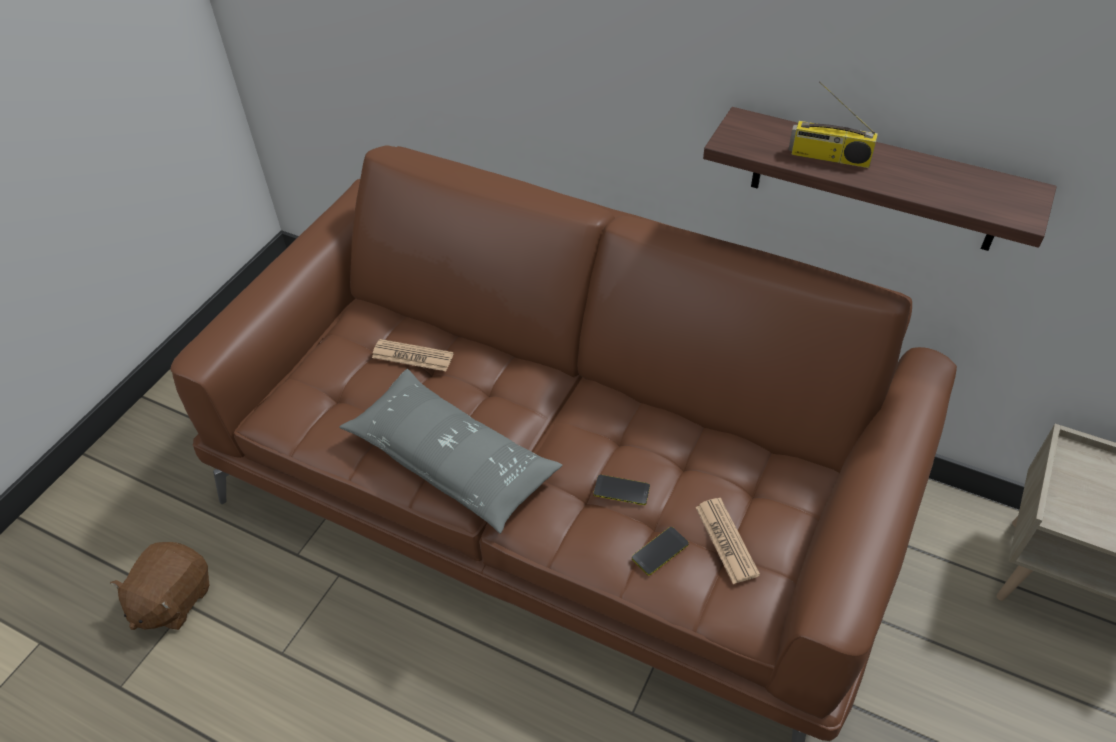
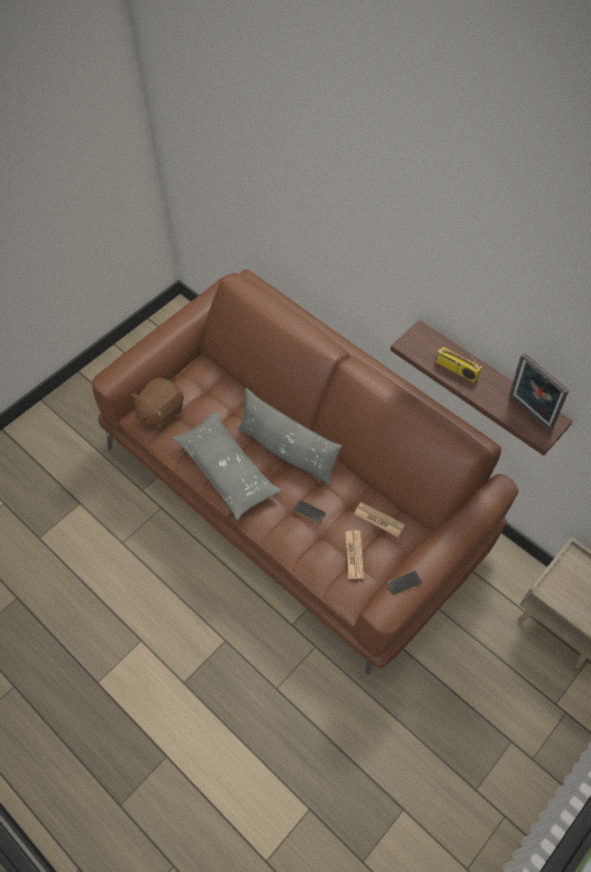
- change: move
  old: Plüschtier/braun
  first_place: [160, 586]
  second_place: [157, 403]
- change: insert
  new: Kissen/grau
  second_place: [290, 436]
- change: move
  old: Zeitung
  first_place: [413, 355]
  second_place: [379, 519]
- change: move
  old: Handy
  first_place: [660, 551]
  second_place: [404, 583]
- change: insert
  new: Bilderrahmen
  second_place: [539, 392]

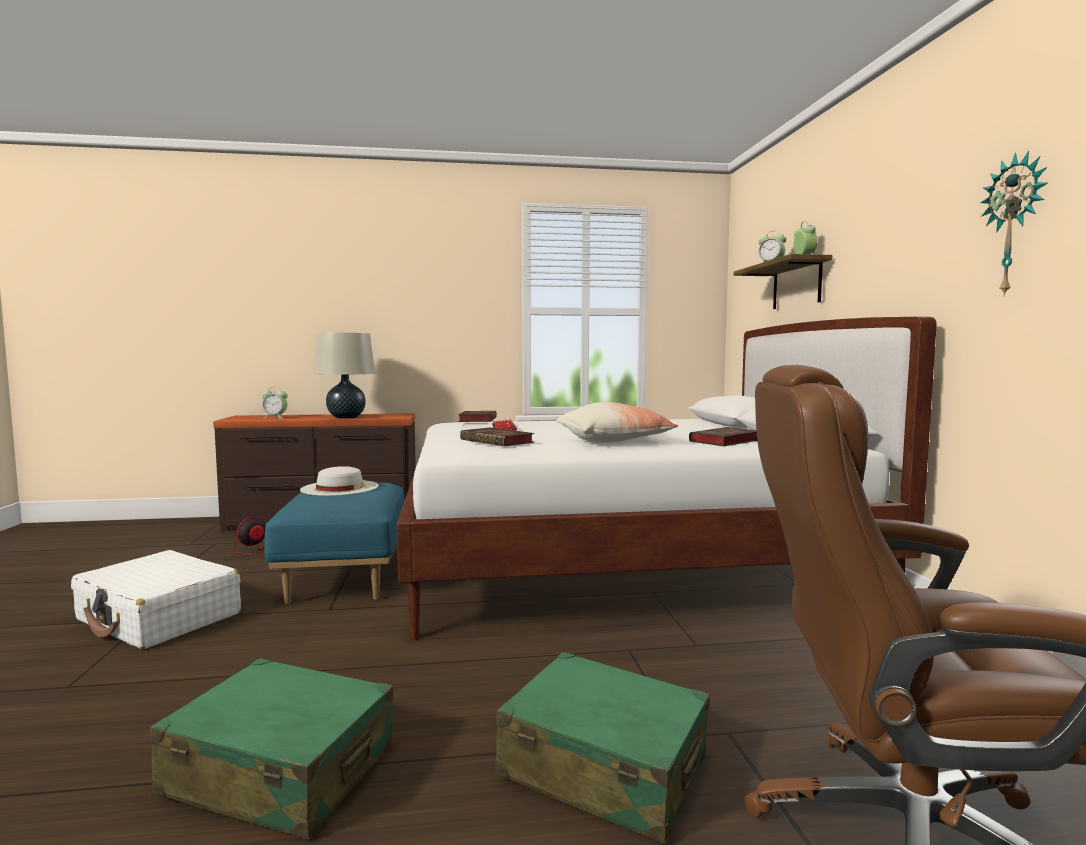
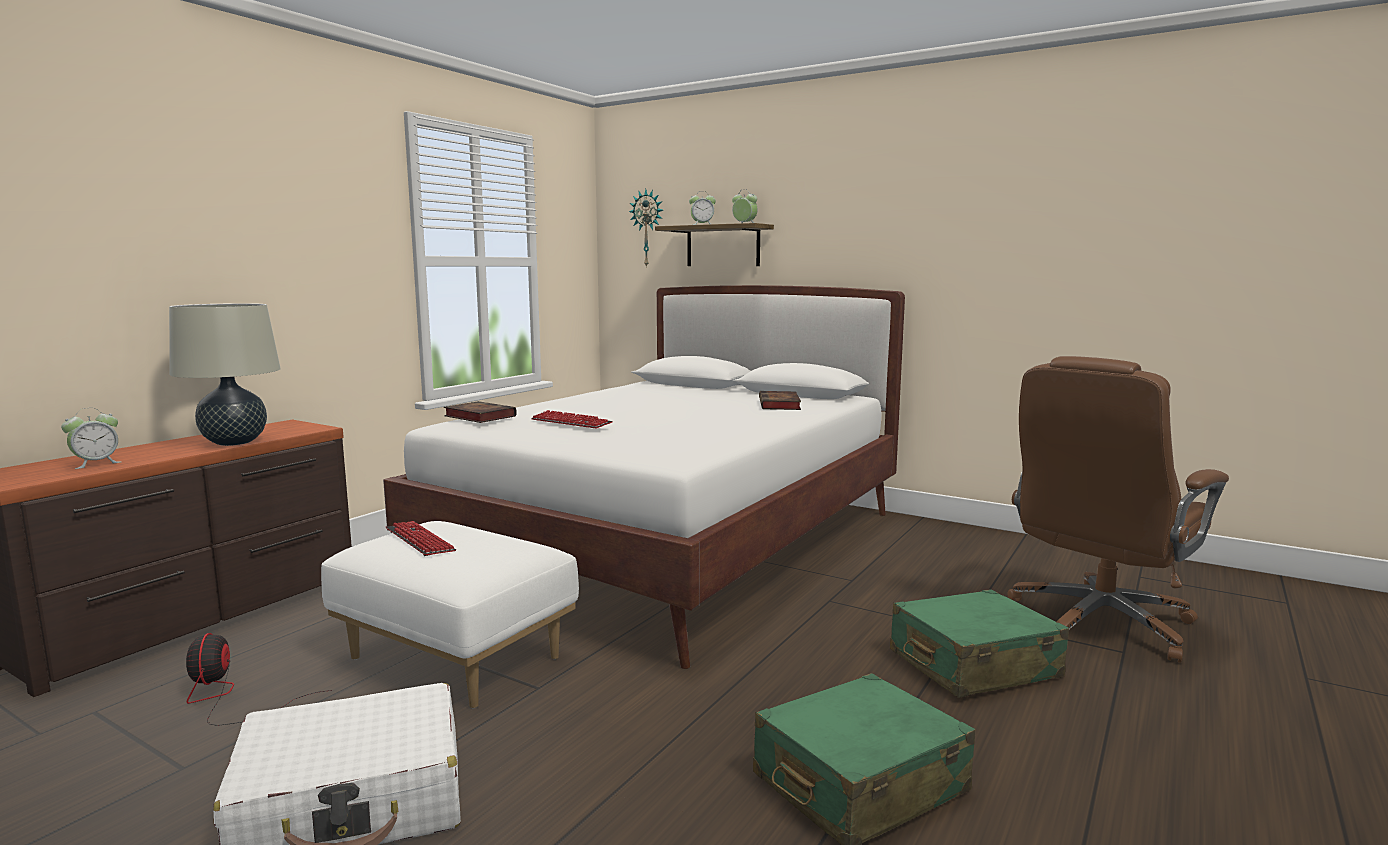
- change: recolor
  old: Polsterhocker/blau
  new: Polsterhocker/weiß
  first_place: [334, 543]
  second_place: [450, 614]
- change: replace
  old: Hut/weiß
  new: Tastatur
  first_place: [339, 481]
  second_place: [421, 538]
- change: move
  old: Wanduhr
  first_place: [1014, 223]
  second_place: [646, 228]
- change: delete
  old: Buch
  first_place: [497, 436]
- change: delete
  old: Kissen
  first_place: [617, 422]

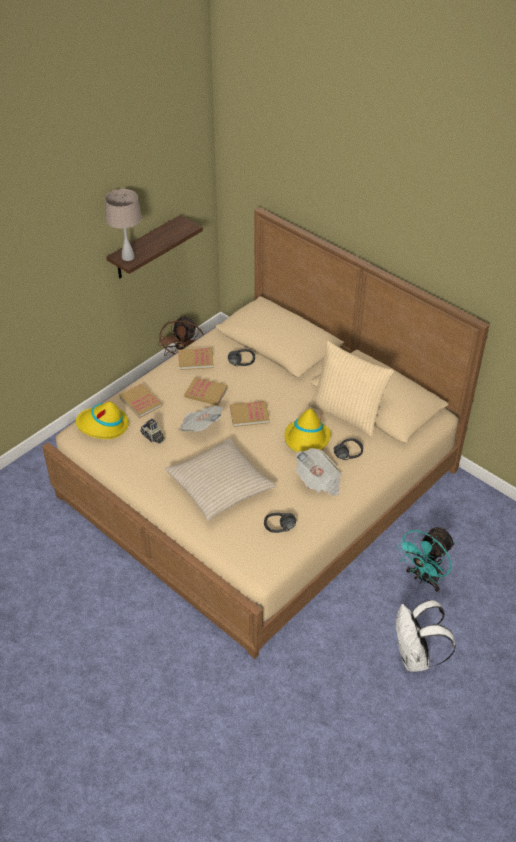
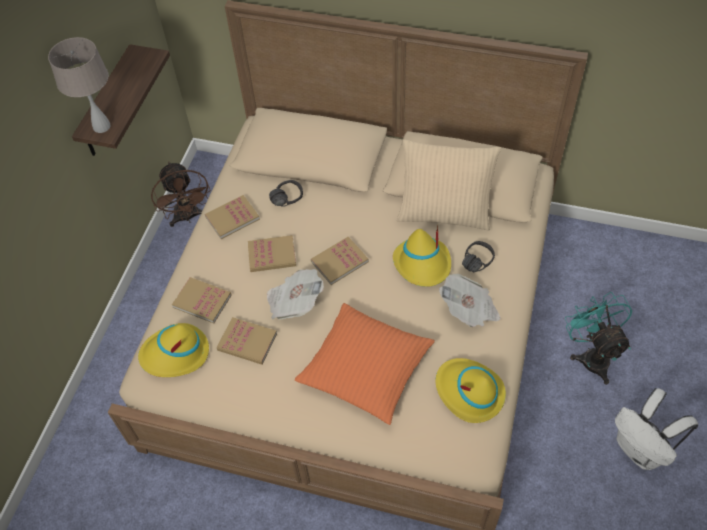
- change: replace
  old: Kamera
  new: Buch
  first_place: [152, 431]
  second_place: [247, 341]
- change: recolor
  old: Kissen/beige
  new: Kissen/orange
  first_place: [220, 479]
  second_place: [365, 364]
- change: replace
  old: Kopfhörer/schwarz
  new: Hut/gelb
  first_place: [280, 523]
  second_place: [471, 390]
- change: rotate
  old: Ventilator/türkis
  first_place: [425, 559]
  second_place: [598, 338]
  degrees: 150

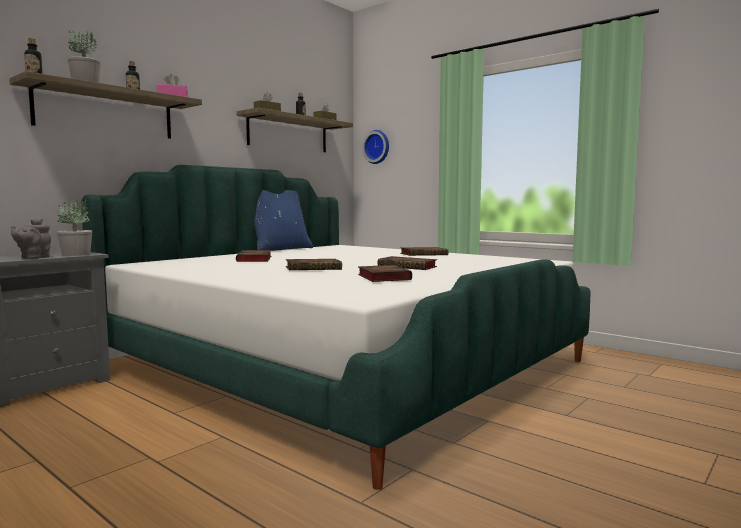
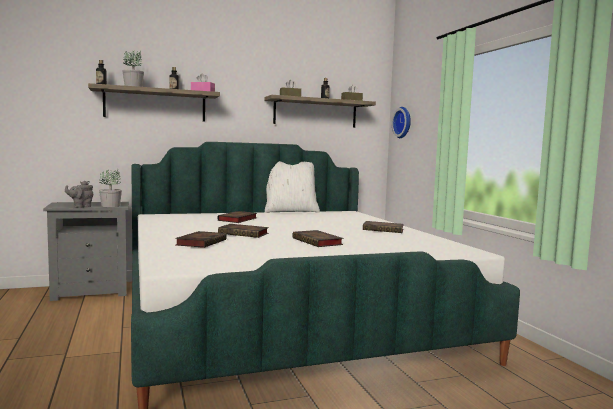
- change: move
  old: Buch
  first_place: [385, 273]
  second_place: [201, 239]
- change: recolor
  old: Kissen/blau
  new: Kissen/weiß
  first_place: [283, 220]
  second_place: [292, 187]

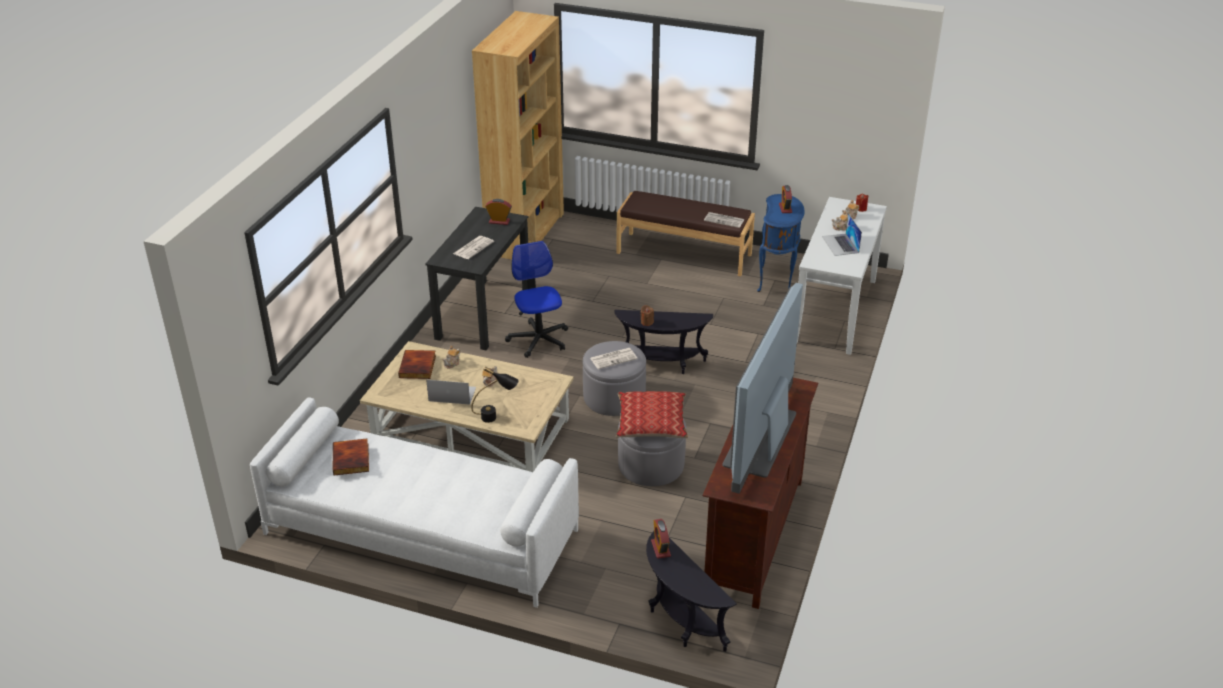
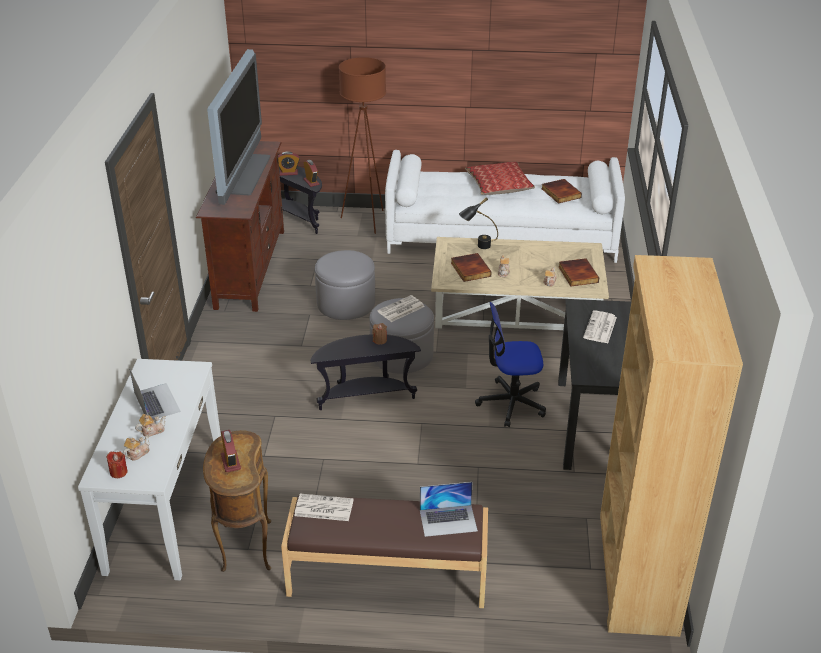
- change: recolor
  old: Beistelltisch/blau
  new: Beistelltisch/braun
  first_place: [781, 243]
  second_place: [237, 501]
- change: move
  old: Wecker
  first_place: [499, 212]
  second_place: [289, 163]
- change: insert
  new: Stehlampe/braun
  second_place: [362, 145]
- change: move
  old: Laptop
  first_place: [451, 392]
  second_place: [449, 509]
- change: insert
  new: Buch
  second_place: [471, 267]
- change: move
  old: Kissen
  first_place: [652, 414]
  second_place: [500, 178]
- change: rotate
  old: Bürostuhl
  first_place: [536, 299]
  second_place: [510, 364]
  degrees: 120

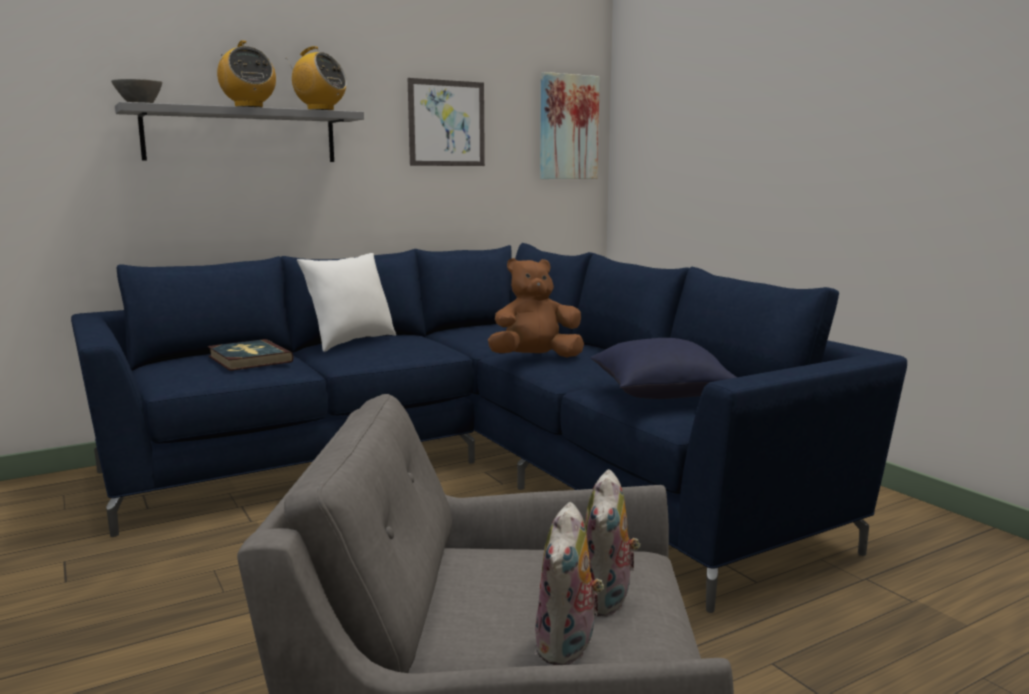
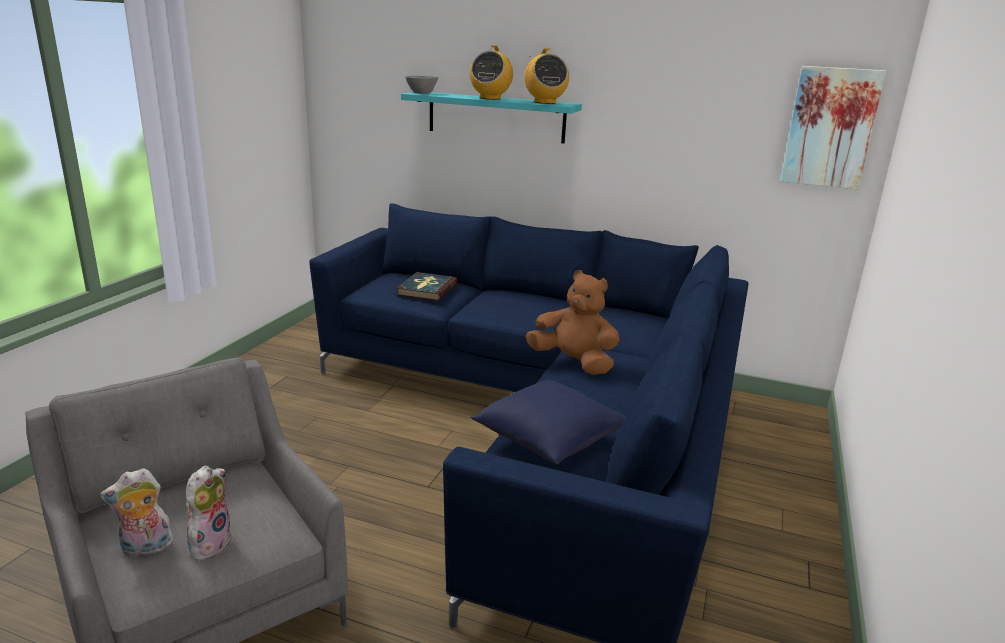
- change: rotate
  old: Plüschtier
  first_place: [612, 543]
  second_place: [209, 513]
  degrees: 135
- change: recolor
  old: Wandregal/grau
  new: Wandregal/türkis
  first_place: [239, 132]
  second_place: [491, 118]
- change: delete
  old: Kissen/weiß
  first_place: [346, 302]
- change: delete
  old: Bild
  first_place: [446, 122]

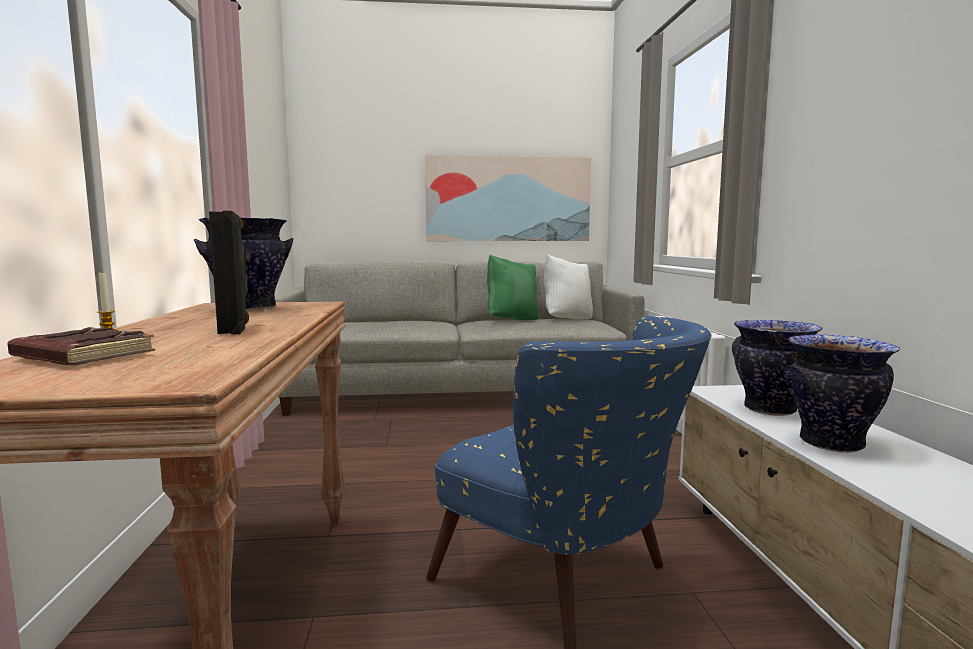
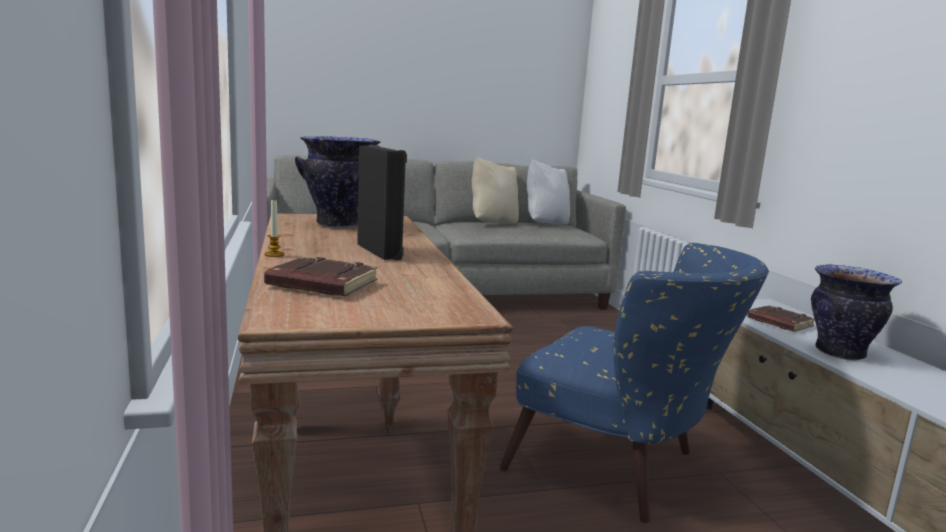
- change: recolor
  old: Kissen/grün
  new: Kissen/beige
  first_place: [513, 287]
  second_place: [495, 190]
- change: replace
  old: Vase
  new: Buch/braun
  first_place: [777, 368]
  second_place: [781, 318]
- change: delete
  old: Bild
  first_place: [508, 198]

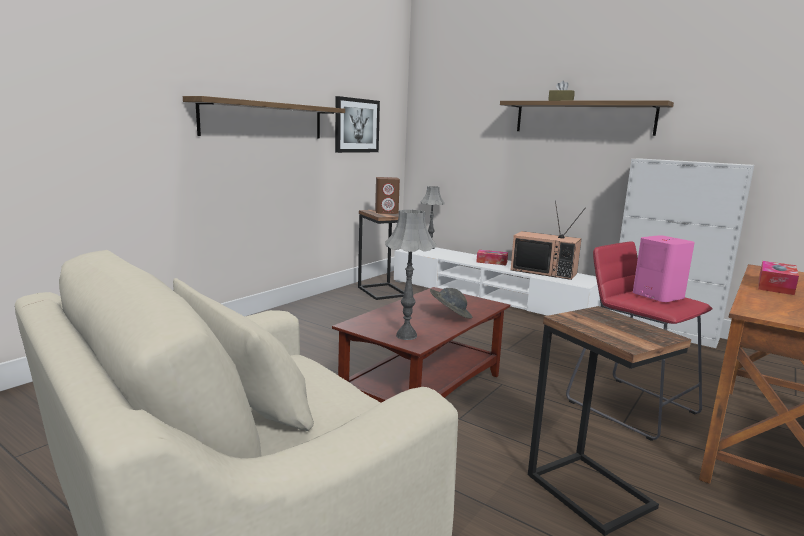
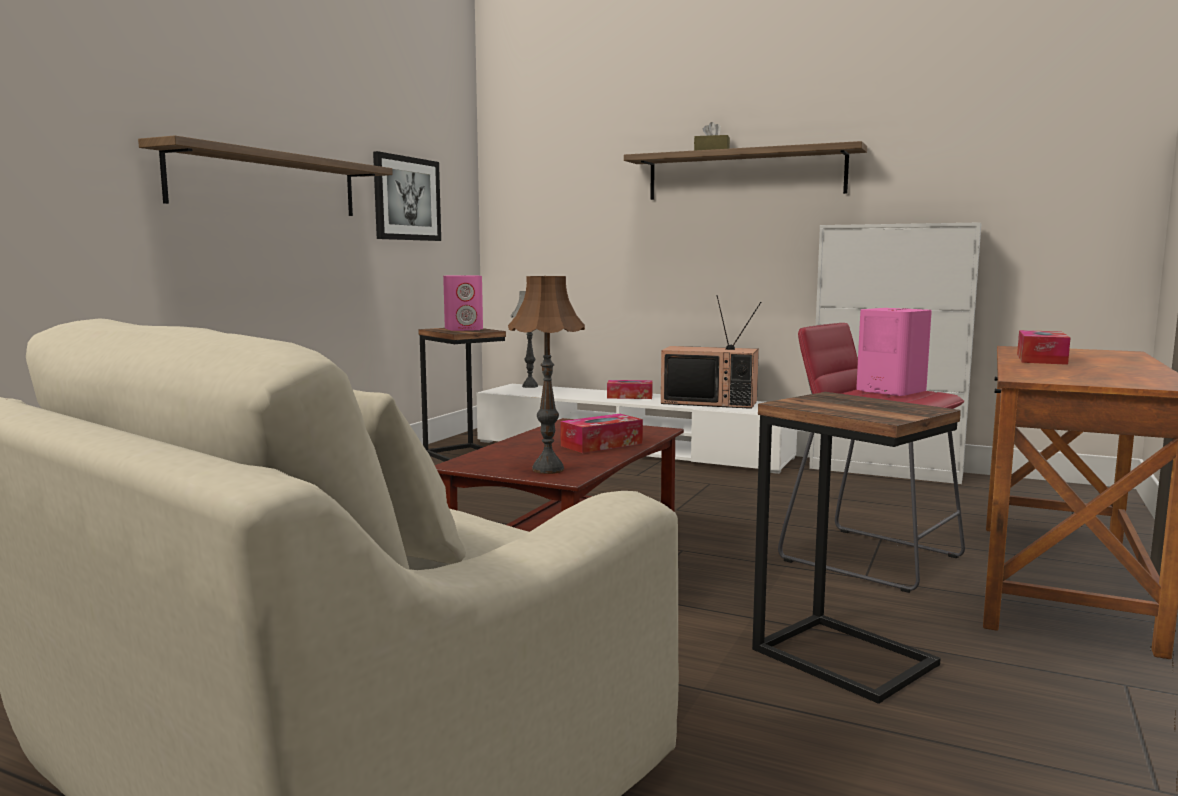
- change: recolor
  old: Lautsprecher/braun
  new: Lautsprecher/rosa
  first_place: [387, 195]
  second_place: [463, 303]
- change: recolor
  old: Tischlampe/grau
  new: Tischlampe/braun
  first_place: [410, 275]
  second_place: [546, 375]
- change: replace
  old: Hut/grau
  new: Taschentuchbox
  first_place: [451, 303]
  second_place: [602, 433]

